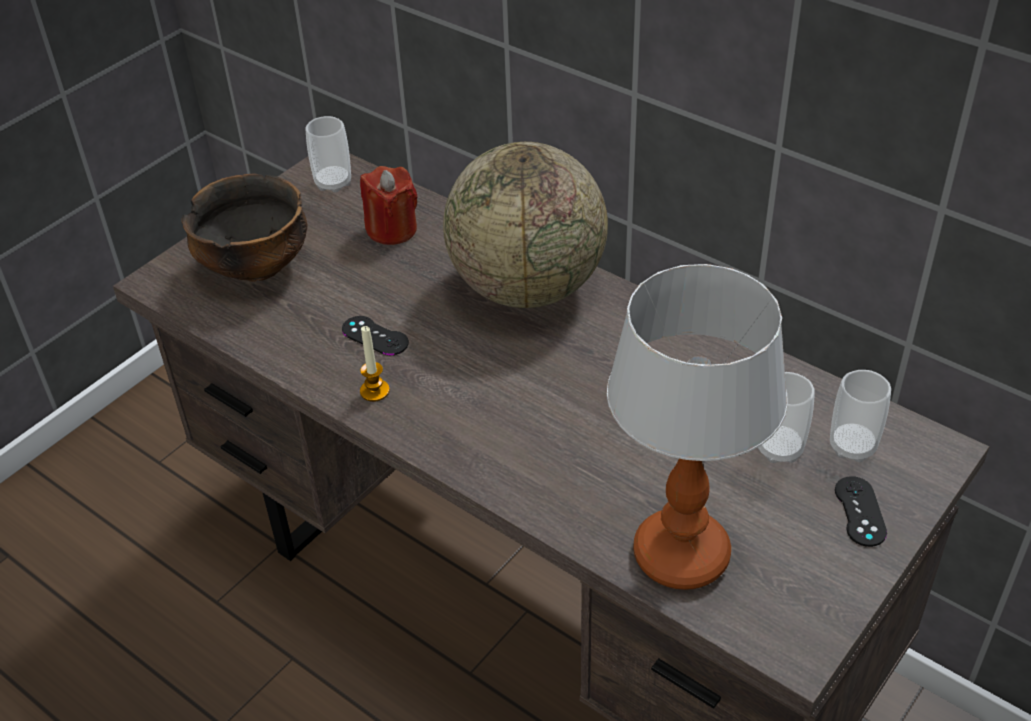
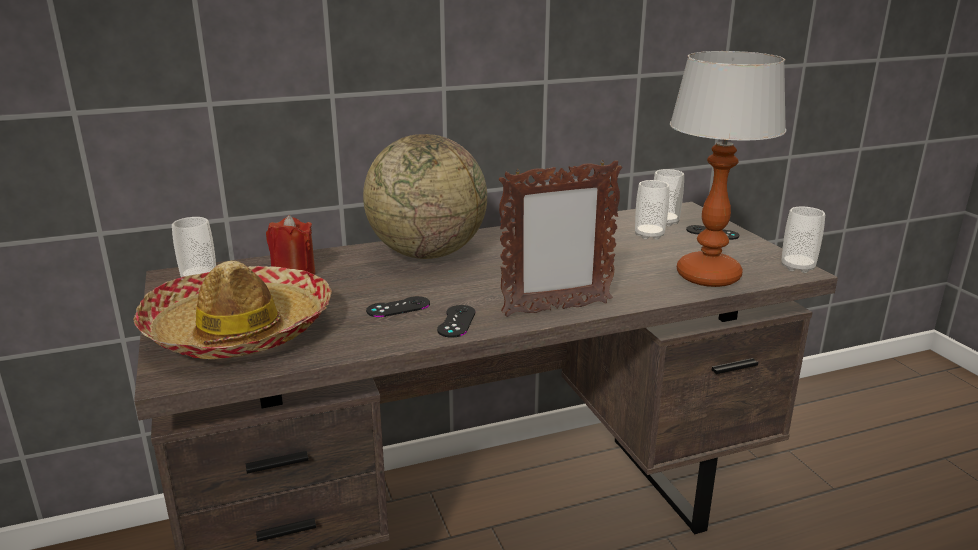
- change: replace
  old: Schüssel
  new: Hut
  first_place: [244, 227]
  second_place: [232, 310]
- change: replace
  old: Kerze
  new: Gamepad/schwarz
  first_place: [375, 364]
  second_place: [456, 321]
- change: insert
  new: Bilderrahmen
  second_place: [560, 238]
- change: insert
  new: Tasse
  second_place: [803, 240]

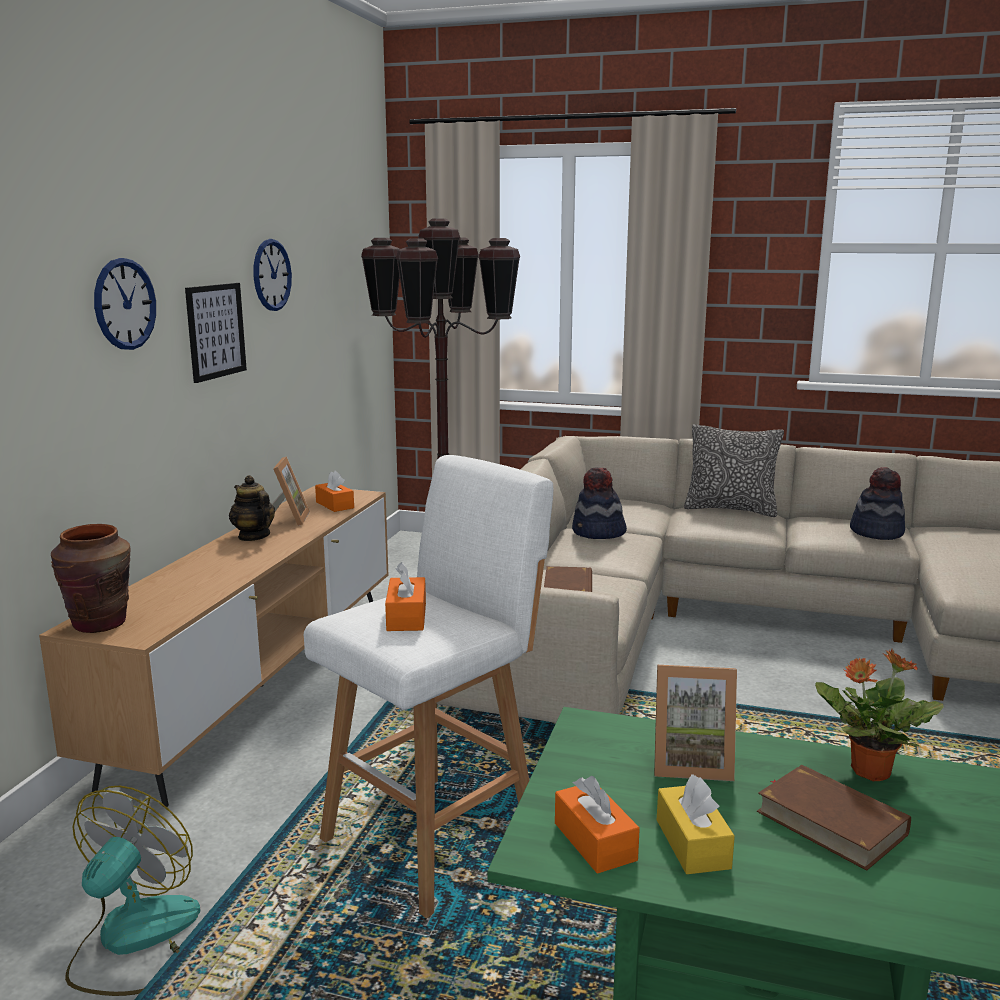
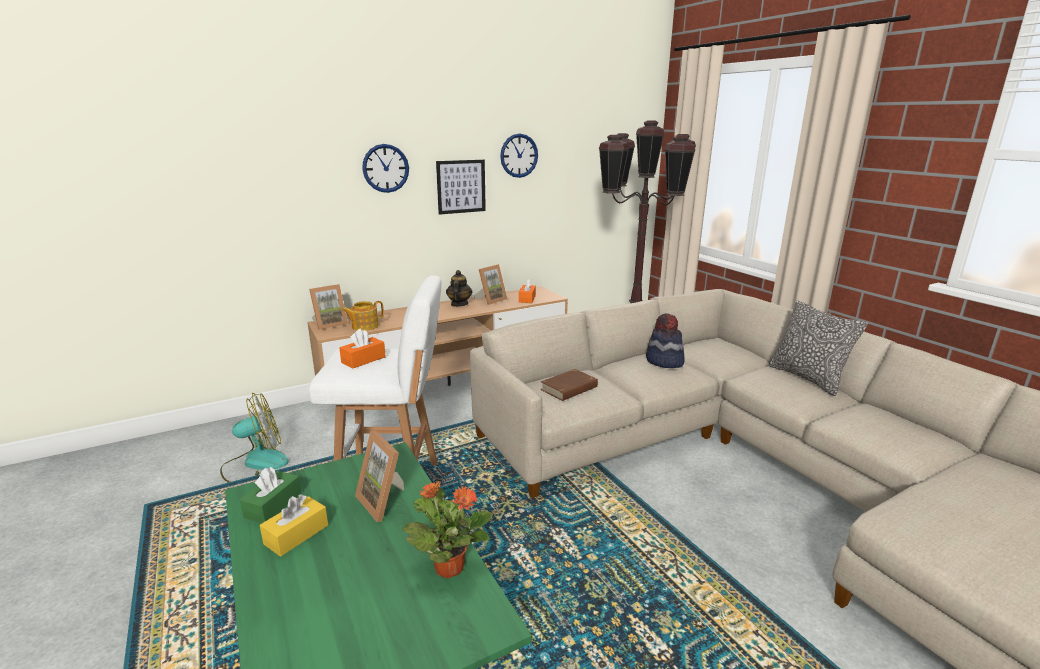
- change: recolor
  old: Taschentuchbox/orange
  new: Taschentuchbox/grün
  first_place: [597, 825]
  second_place: [271, 495]
- change: replace
  old: Vase/braun
  new: Bilderrahmen
  first_place: [90, 578]
  second_place: [328, 307]
- change: insert
  new: Teekanne
  second_place: [362, 316]
- change: delete
  old: Buch/braun
  first_place: [834, 818]
- change: delete
  old: Hut
  first_place: [877, 503]

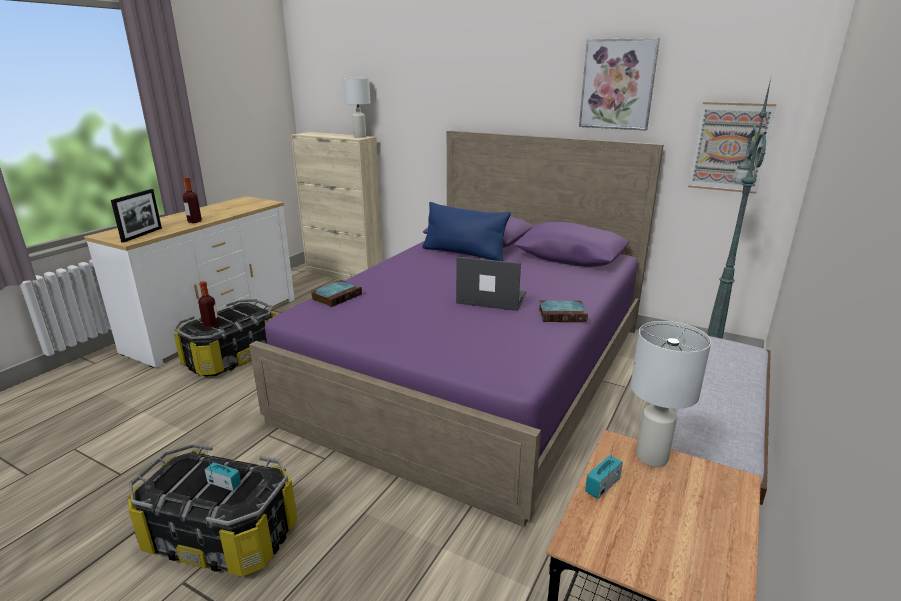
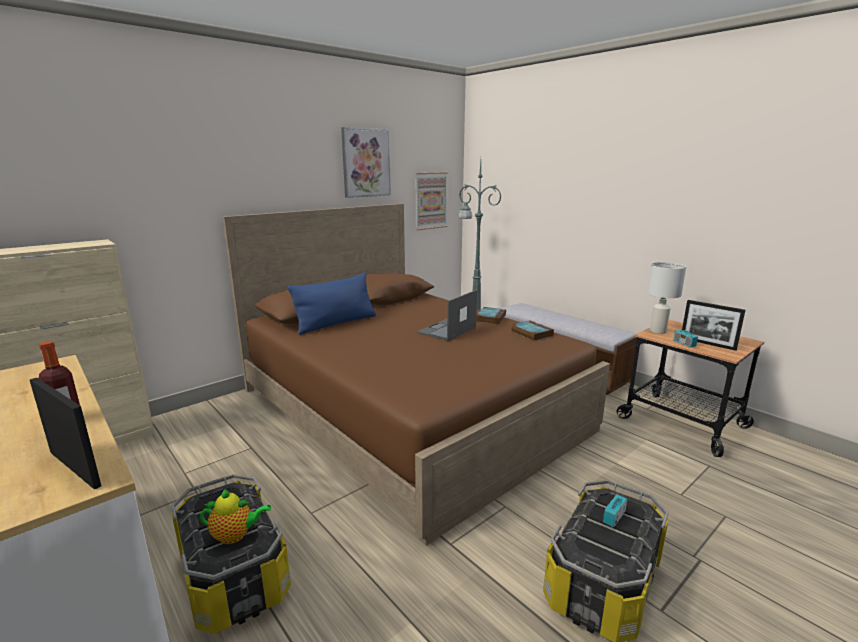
- change: replace
  old: Flasche
  new: Teekanne
  first_place: [208, 304]
  second_place: [235, 516]
- change: recolor
  old: Bett/lila
  new: Bett/braun
  first_place: [456, 329]
  second_place: [416, 374]
- change: move
  old: Buch
  first_place: [336, 293]
  second_place: [532, 330]
- change: insert
  new: Bilderrahmen
  second_place: [713, 325]
- change: delete
  old: Tischlampe/weiß
  first_place: [356, 108]

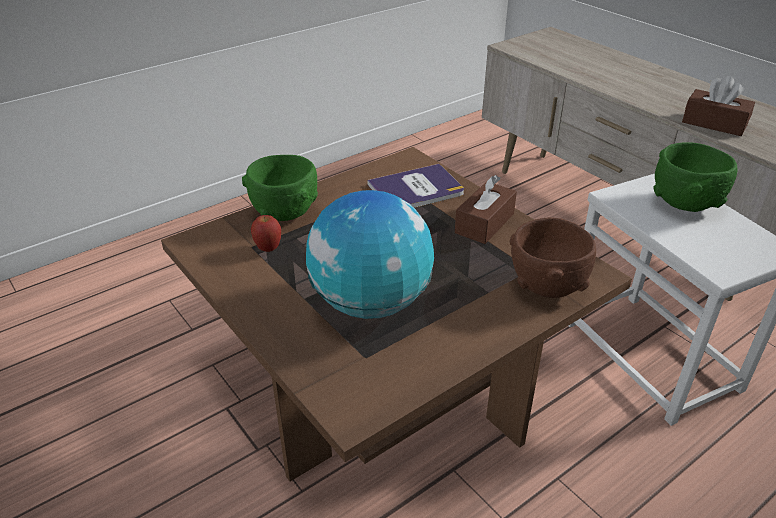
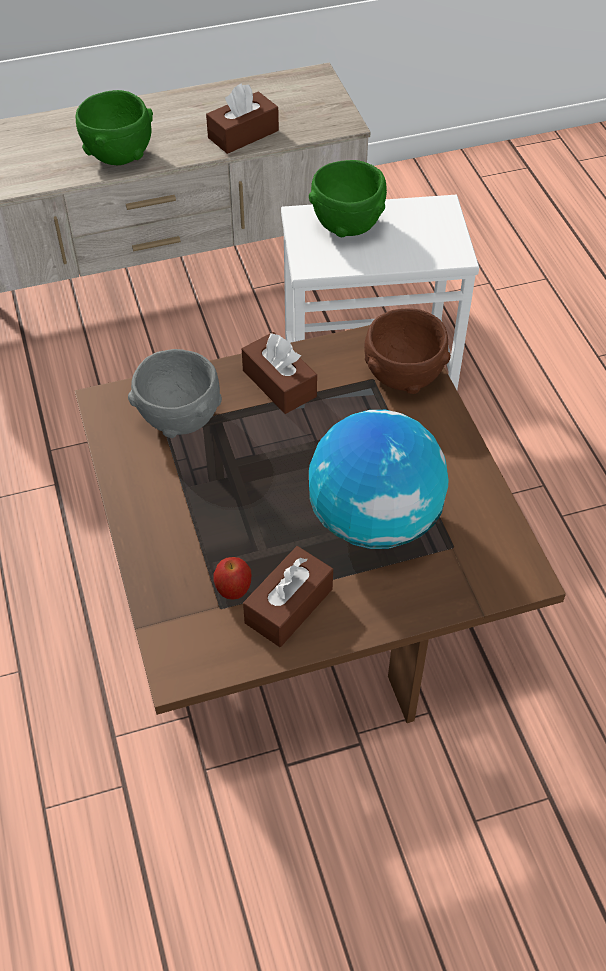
- change: move
  old: Schüssel/grün
  first_place: [280, 188]
  second_place: [114, 127]
- change: replace
  old: Buch
  new: Schüssel/grau
  first_place: [415, 186]
  second_place: [175, 393]
- change: insert
  new: Taschentuchbox/braun
  second_place: [288, 596]

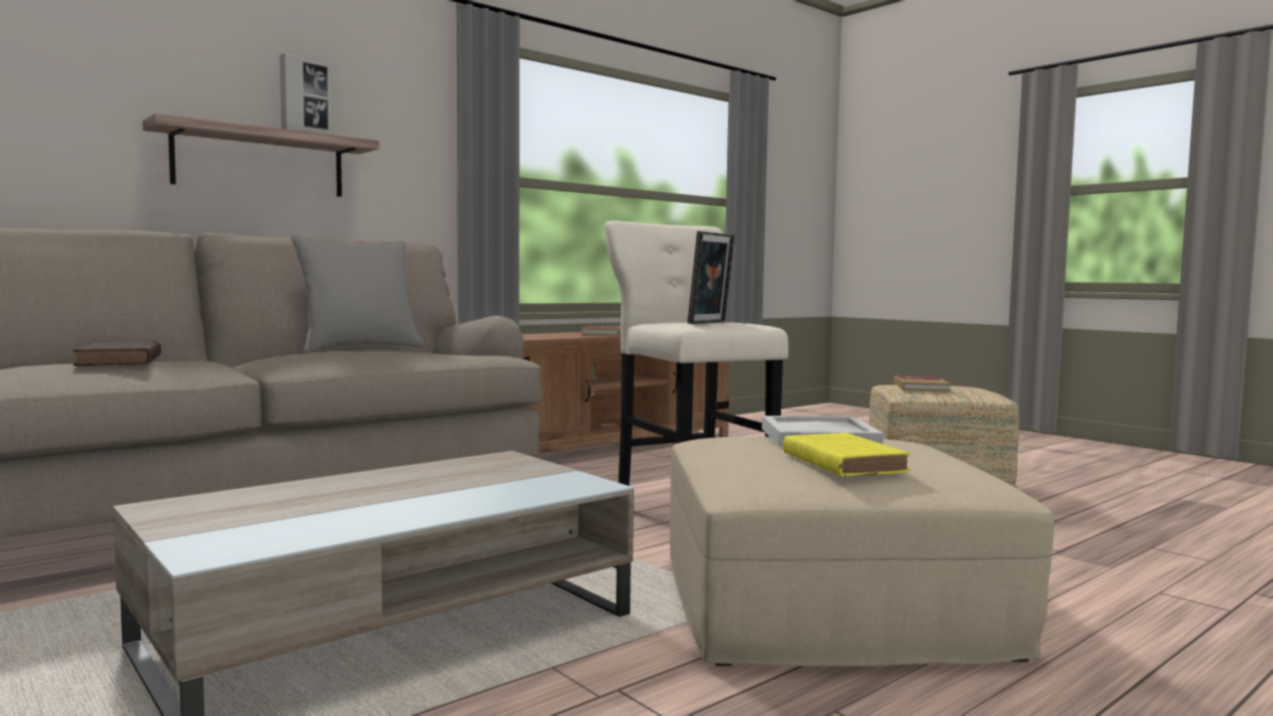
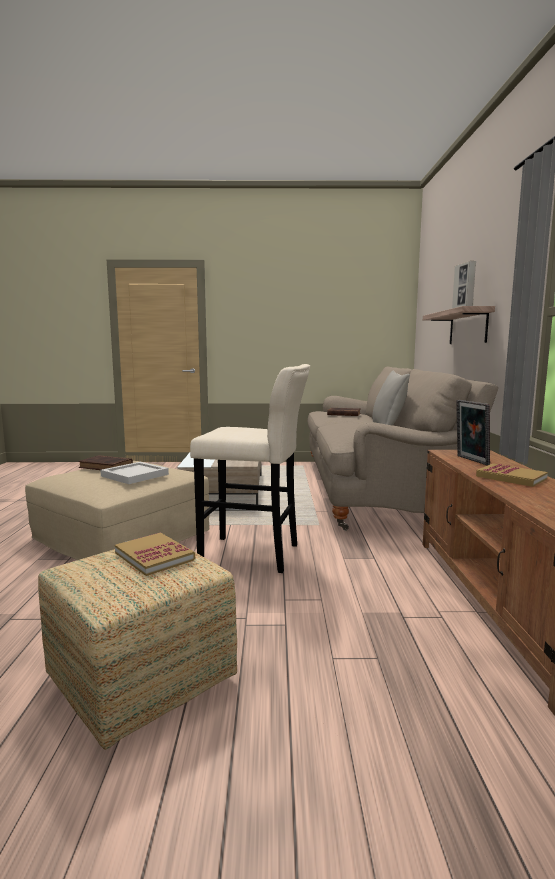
- change: recolor
  old: Buch/gelb
  new: Buch/braun
  first_place: [847, 454]
  second_place: [106, 462]
- change: move
  old: Bilderrahmen
  first_place: [711, 277]
  second_place: [473, 432]

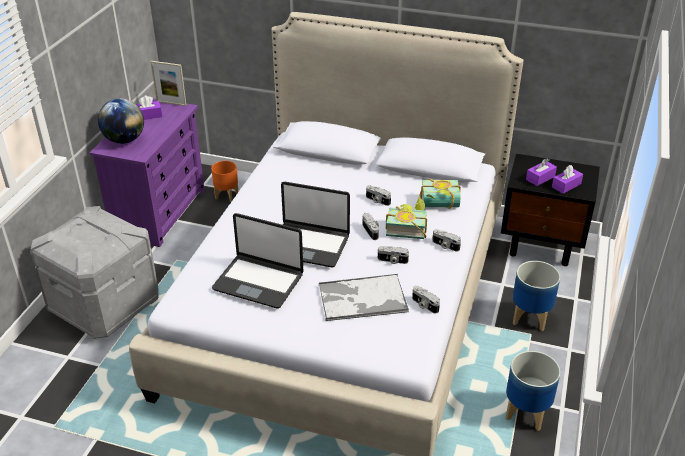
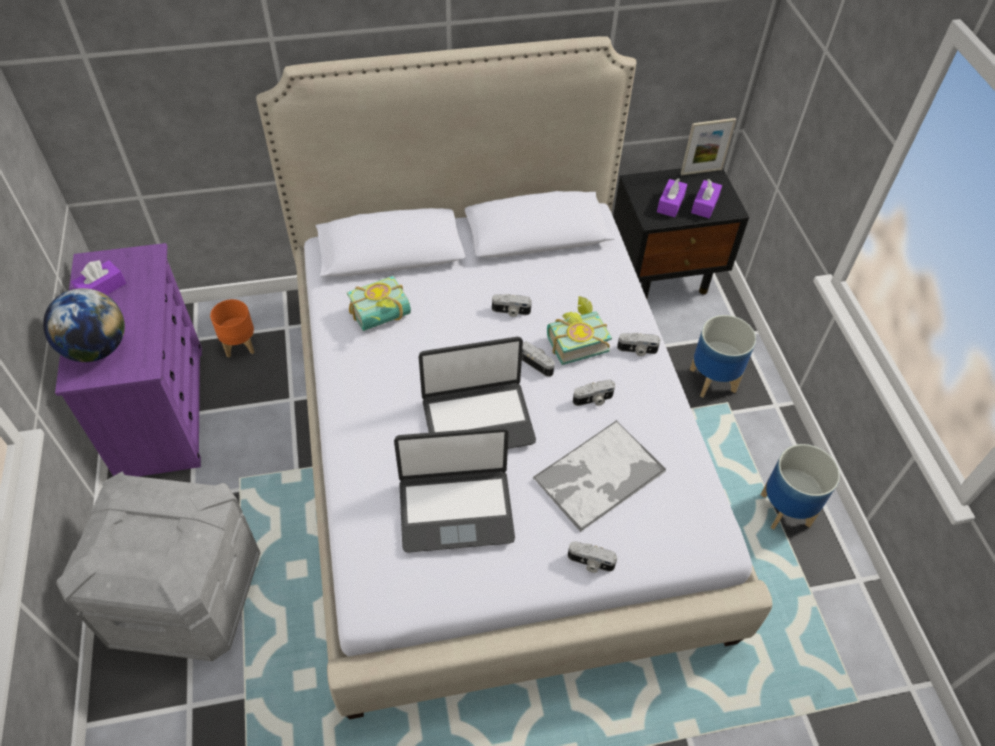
- change: move
  old: Buch
  first_place: [440, 193]
  second_place: [379, 303]
- change: move
  old: Kamera
  first_place: [426, 300]
  second_place: [592, 557]
- change: move
  old: Bilderrahmen
  first_place: [168, 83]
  second_place: [708, 146]

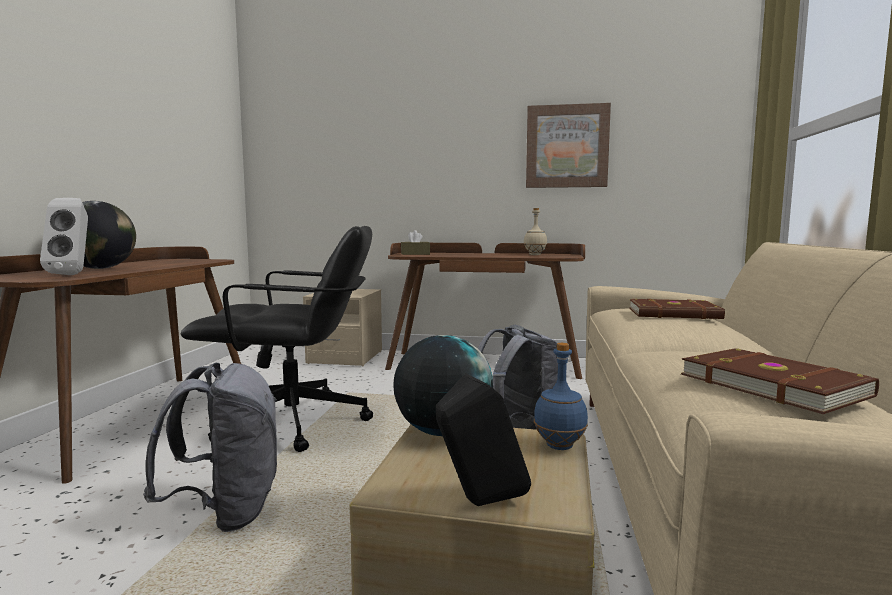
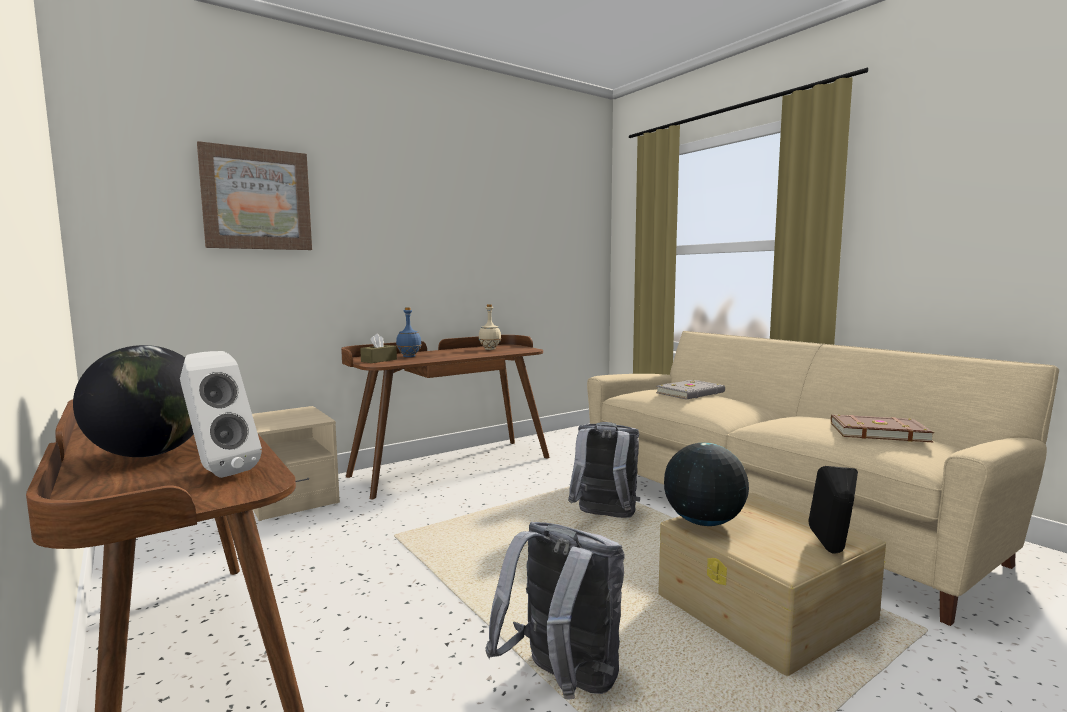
- change: move
  old: Bild
  first_place: [568, 145]
  second_place: [254, 195]
- change: move
  old: Flasche/blau
  first_place: [561, 396]
  second_place: [409, 332]
- change: recolor
  old: Buch/braun
  new: Buch/grau
  first_place: [677, 308]
  second_place: [690, 390]
- change: delete
  old: Bürostuhl/schwarz
  first_place: [277, 339]

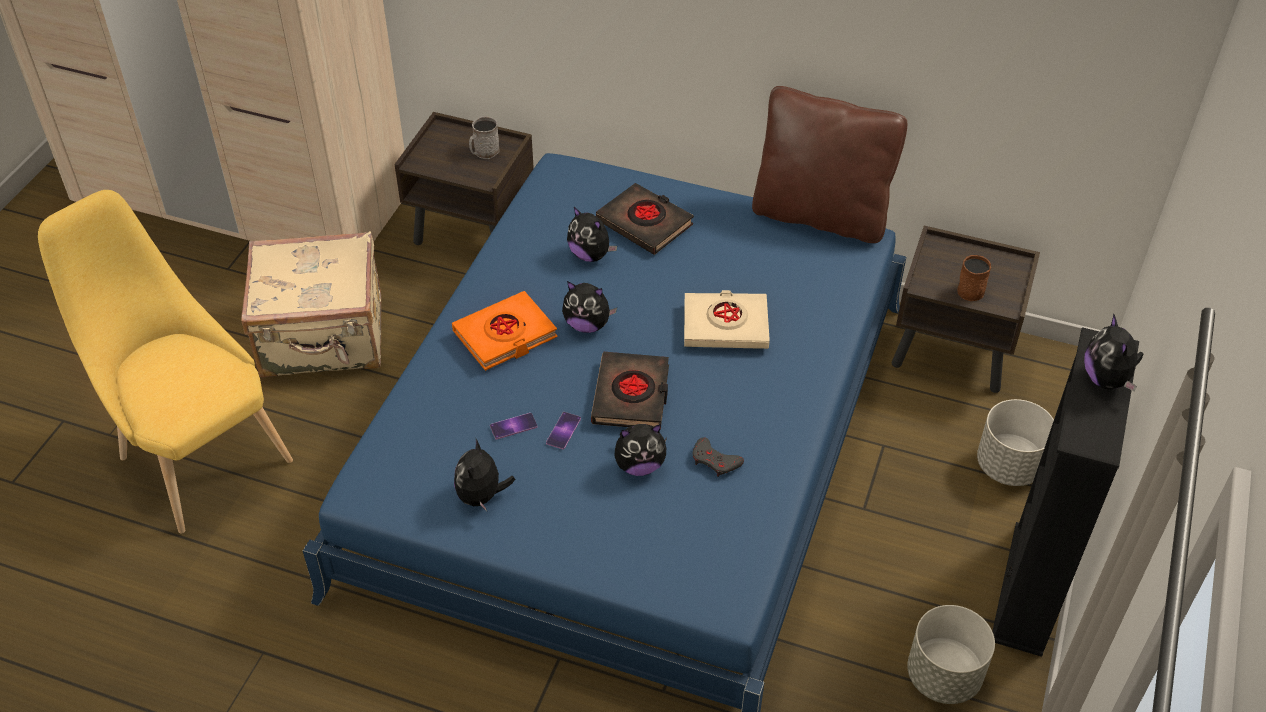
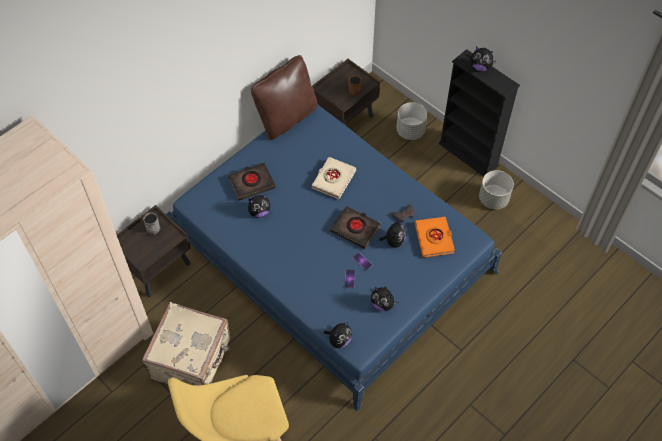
- change: move
  old: Plüschtier
  first_place: [589, 307]
  second_place: [338, 335]
- change: move
  old: Buch/orange
  first_place: [505, 331]
  second_place: [435, 237]

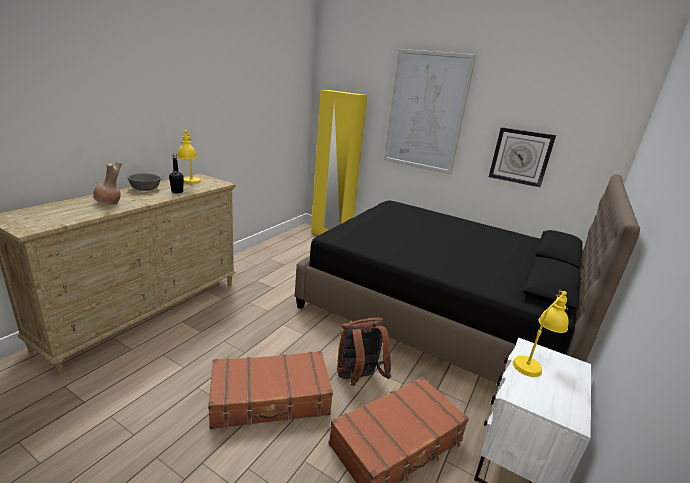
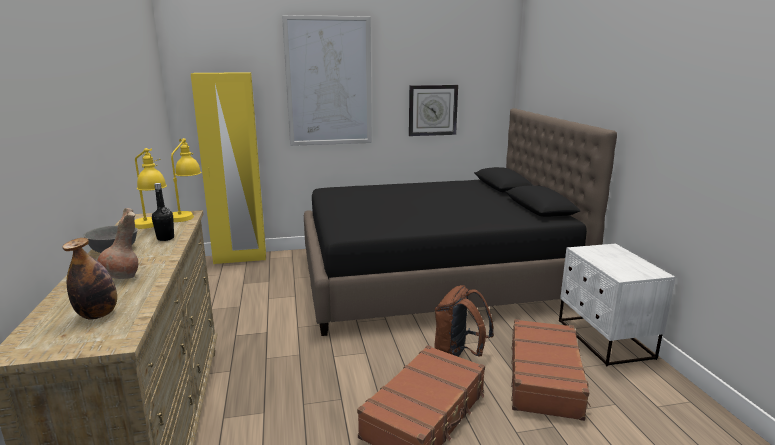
- change: insert
  new: Flasche
  second_place: [89, 279]
- change: move
  old: Tischlampe/gelb
  first_place: [541, 333]
  second_place: [186, 180]

